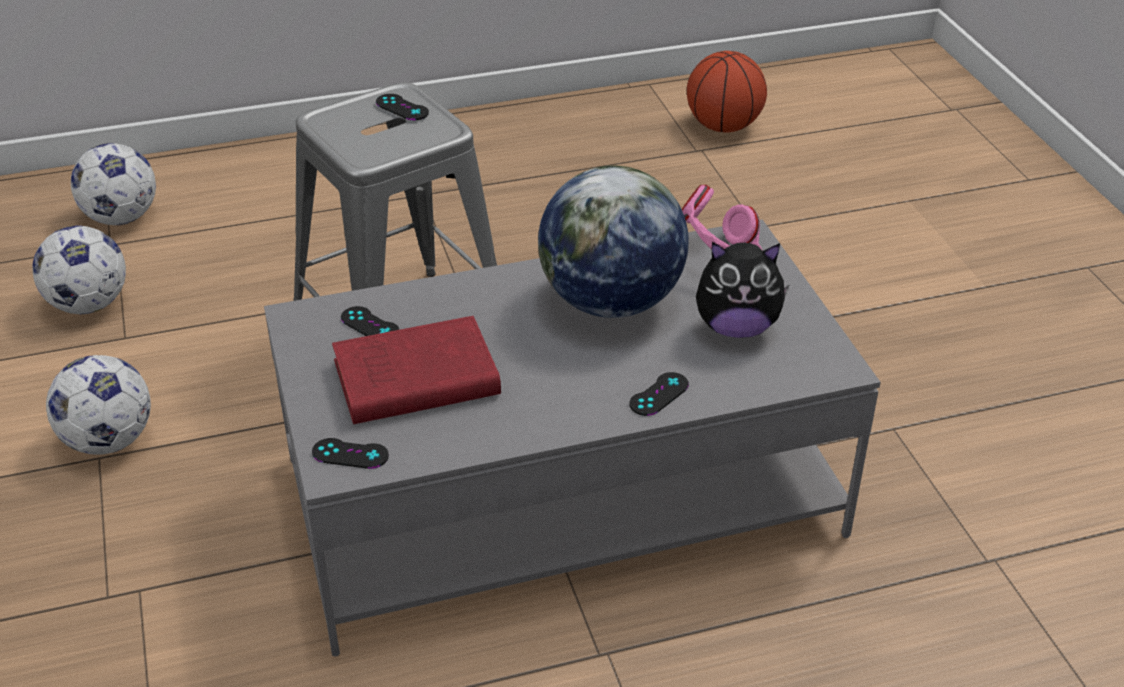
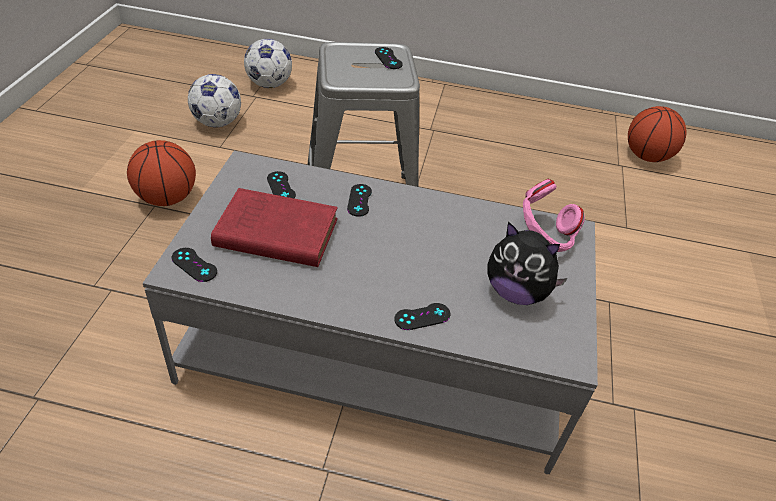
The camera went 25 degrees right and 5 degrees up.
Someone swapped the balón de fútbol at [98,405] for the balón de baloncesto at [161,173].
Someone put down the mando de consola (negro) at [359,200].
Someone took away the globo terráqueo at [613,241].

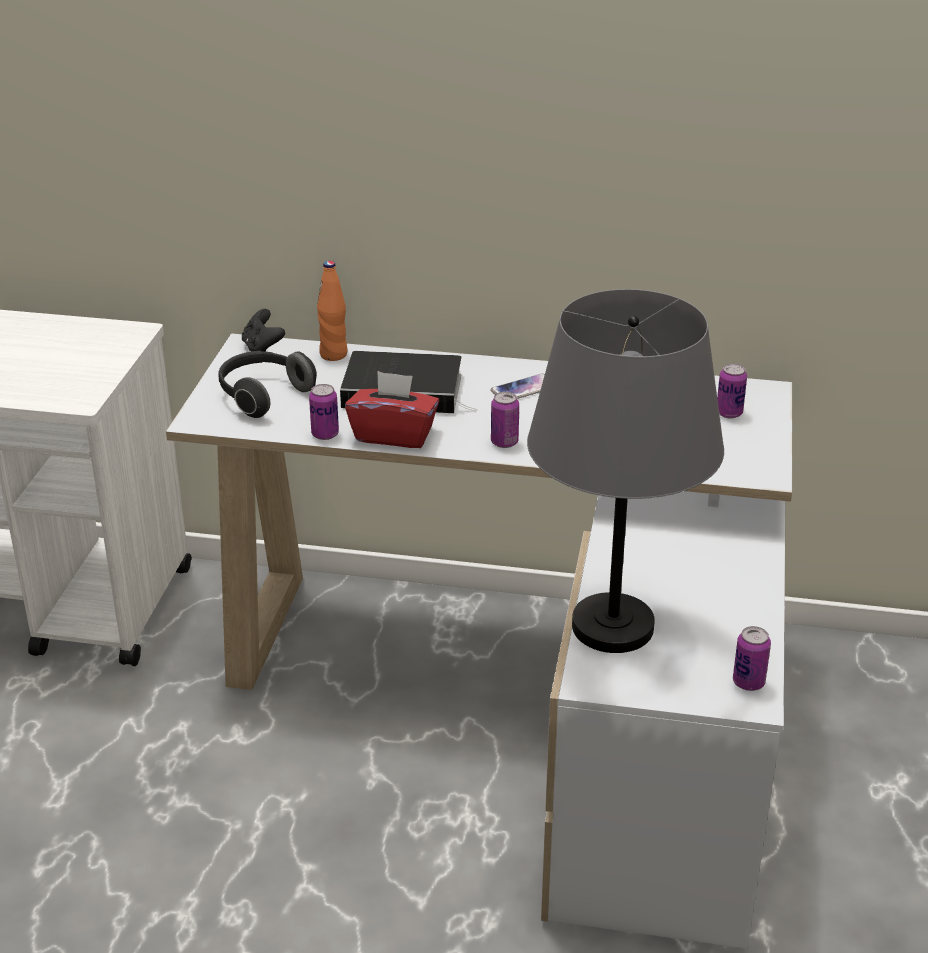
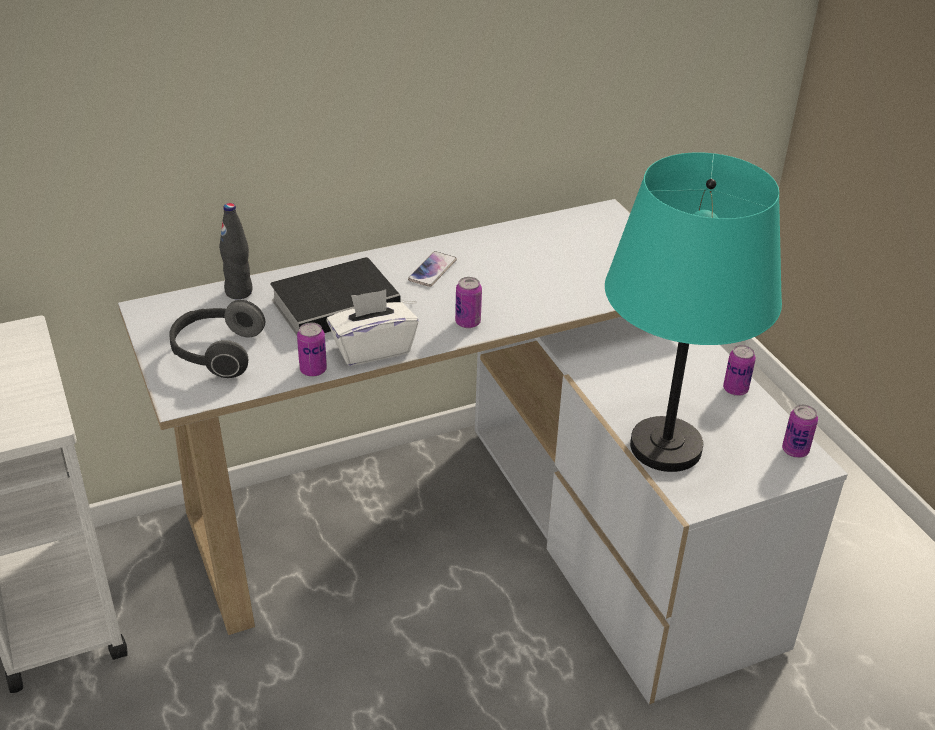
The camera went 35 degrees left and 5 degrees up.
Someone repainted the botella (naranja) at [332,311], which became the botella (negro) at [235,251].
Someone repainted the caja de pañuelos (rojo) at [392,409], which became the caja de pañuelos (blanco) at [372,328].
Someone repainted the lámpara de mesa (gris) at [625,471], which became the lámpara de mesa (turquesa) at [693,312].
Someone carried the lata from [732,391] to [739,370].
Someone took away the mando de consola (negro) at [263,330].

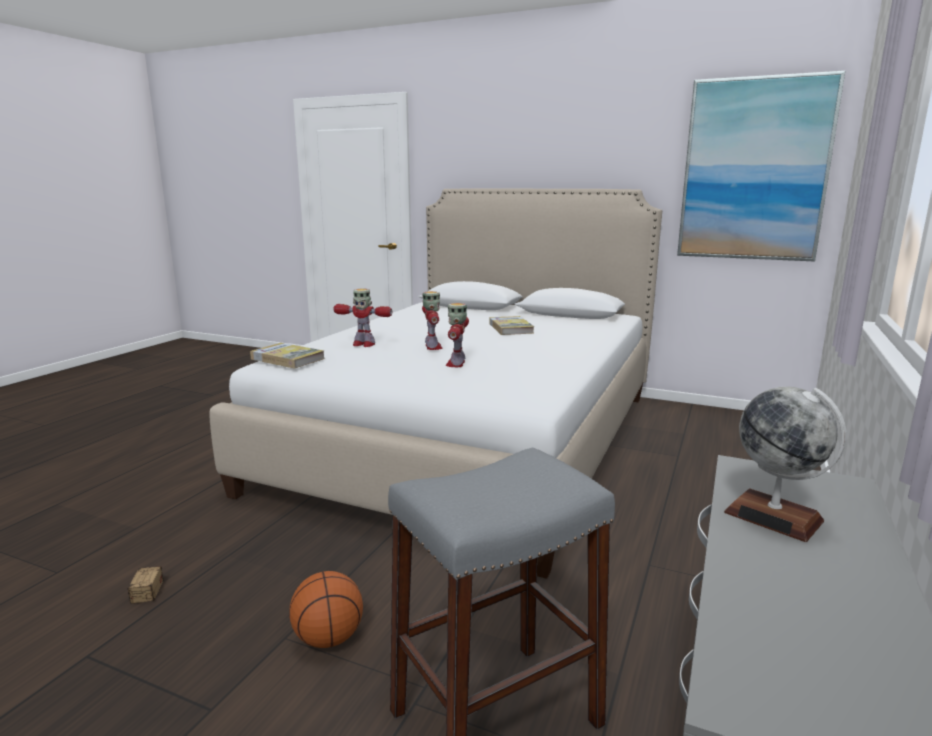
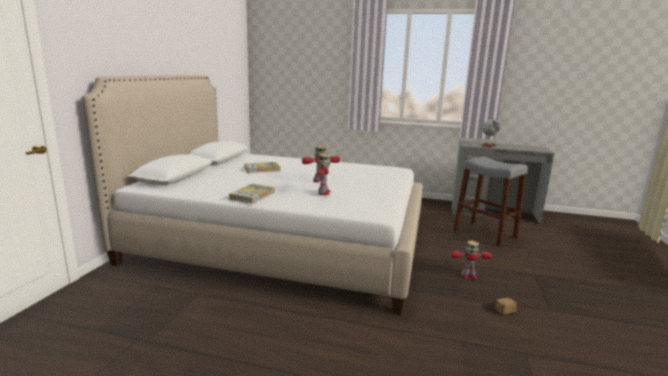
The camera went 100 degrees left and 0 degrees up.
Someone carried the libro from [287,356] to [252,194].
Someone carried the robot de juguete from [457,335] to [471,259].
Someone took away the balón de baloncesto at [326,609].
Someone took away the cuadro at [761,166].

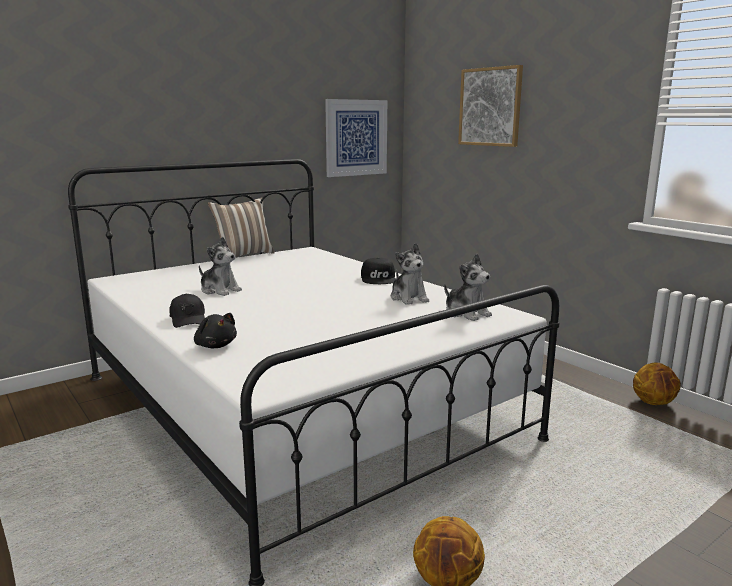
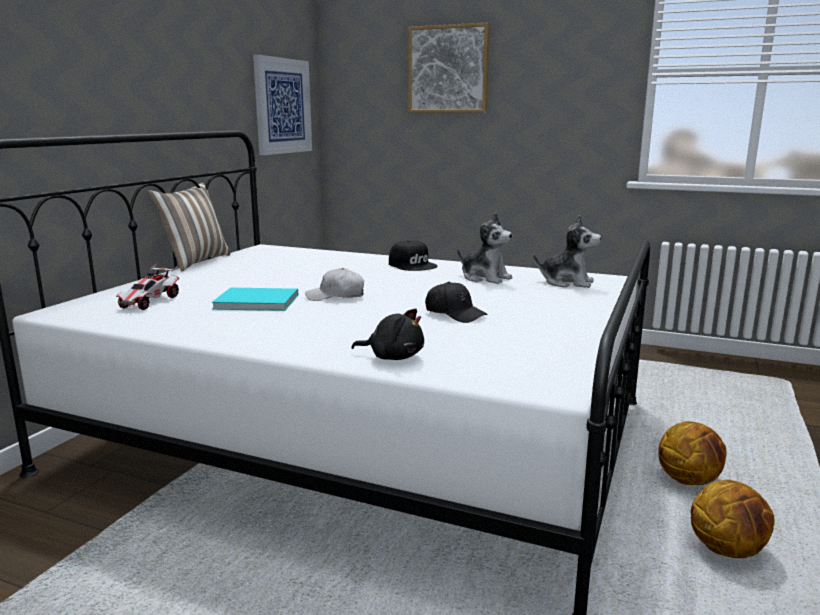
The camera went 30 degrees left and 0 degrees up.
Someone put down the coche de juguete at [147,287].
Someone swapped the peluche at [220,266] for the libro (turquesa) at [255,299].
Someone put down the gorra (blanco) at [334,284].
Someone carried the gorra (negro) from [187,310] to [456,302].
Someone carried the balón de baloncesto from [657,384] to [692,453].

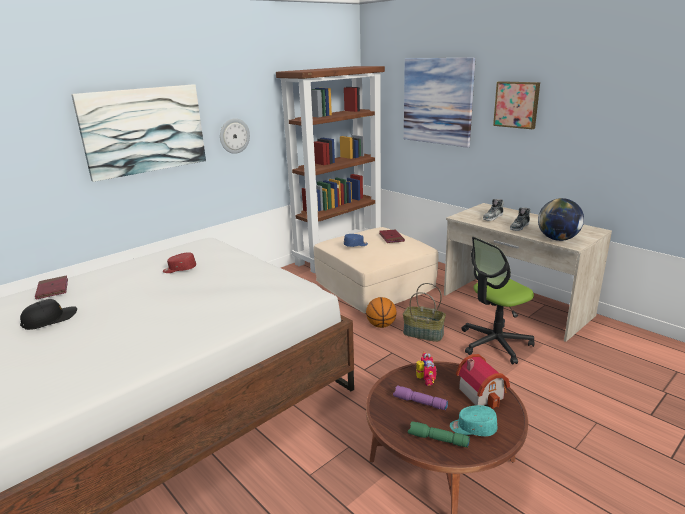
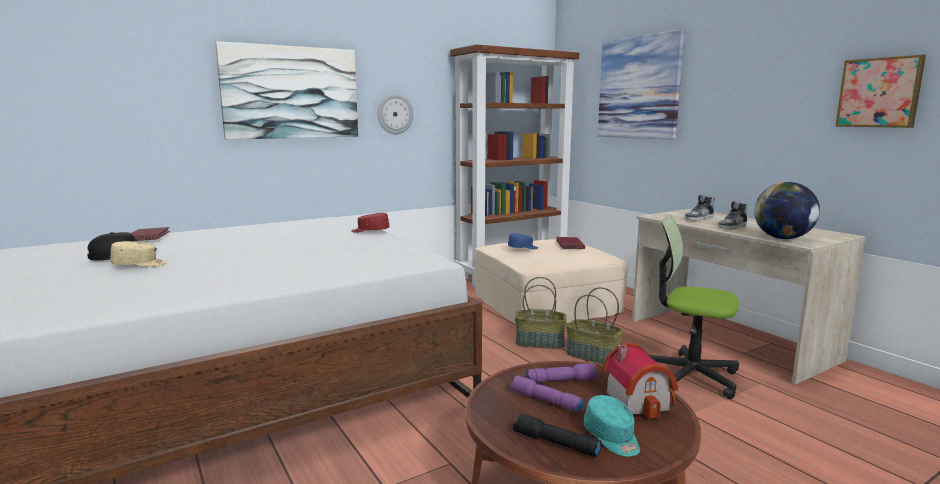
The camera went 10 degrees right and 10 degrees down.
Someone put down the gorra (beis) at [138,254].
Someone carried the gorra (rojo) from [179,262] to [370,223].
Someone repainted the linterna (verde) at [439,434], which became the linterna (negro) at [557,435].
Someone swapped the balón de baloncesto at [381,312] for the cesta at [541,313].
Someone swapped the robot de juguete at [426,369] for the linterna (morado) at [562,373].
Someone rotated the gorra (turquesa) at [473,420] by 135 degrees counterclockwise.
Someone rotated the silla de oficina at [498,300] by 45 degrees clockwise.
Someone carried the cuadro from [516,105] to [880,91].

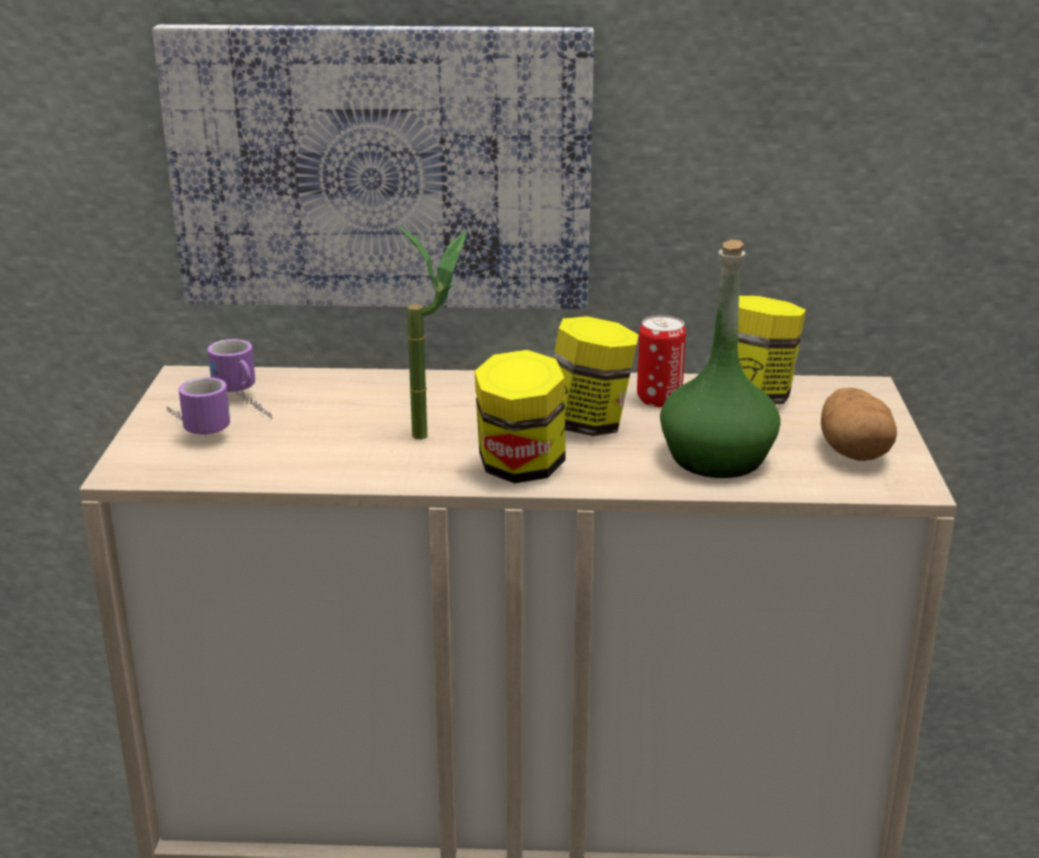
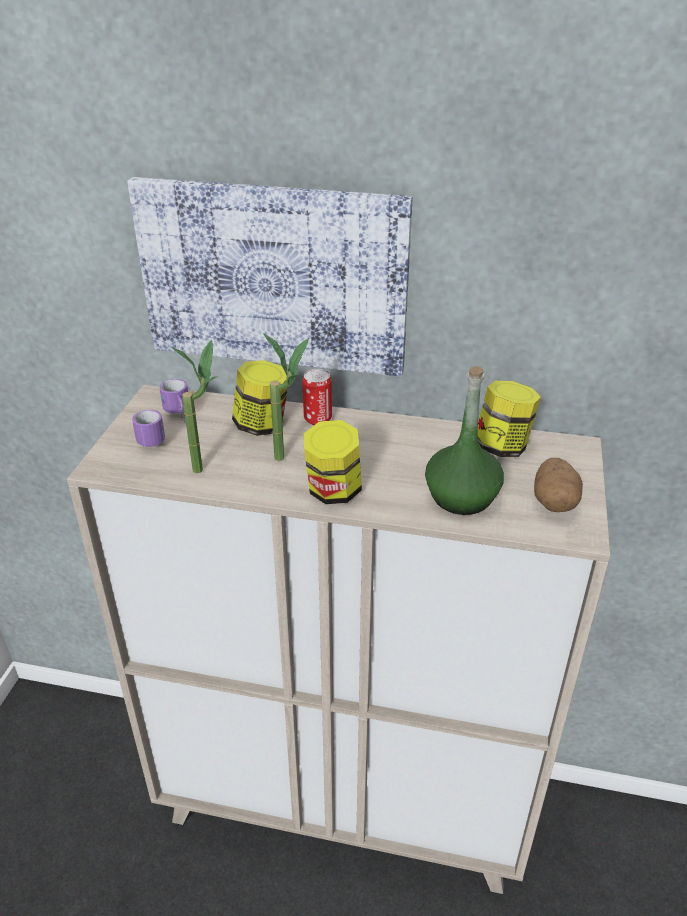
The camera went 10 degrees right and 10 degrees up.
Someone put down the planta en maceta at [194,406].
Someone carried the tarro from [596,376] to [260,398].
Someone carried the lata from [661,361] to [317,397].

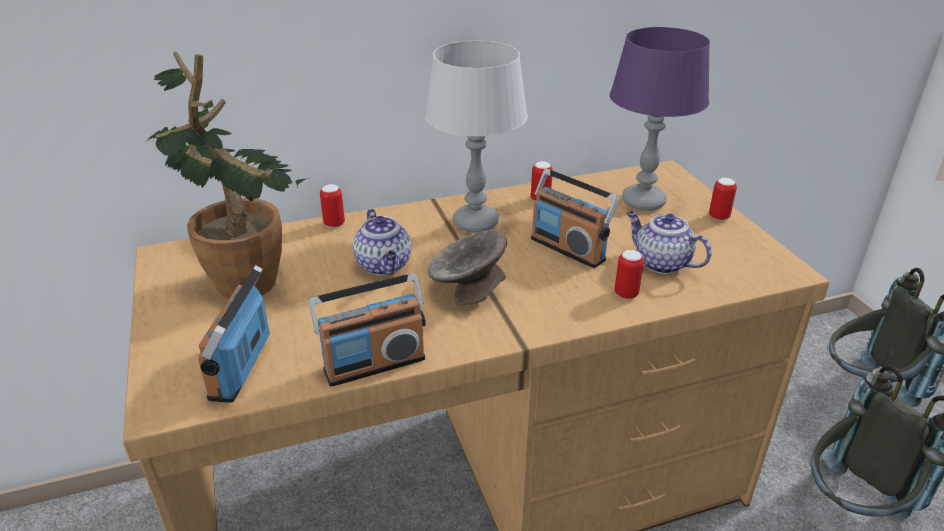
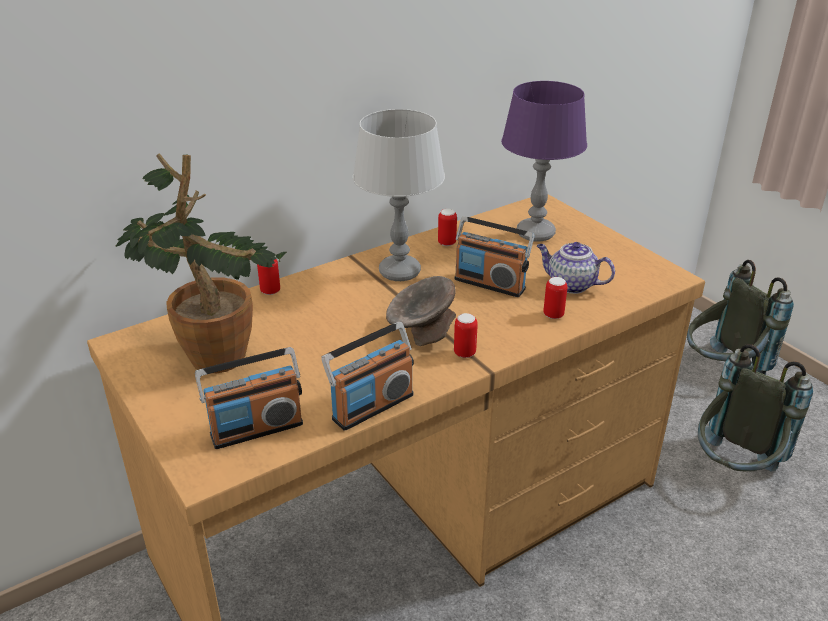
The camera went 15 degrees left and 0 degrees up.
Someone rotated the radio at [234,334] by 105 degrees counterclockwise.
Someone carried the lata from [723,199] to [466,335].
Someone took away the tetera at [382,242].

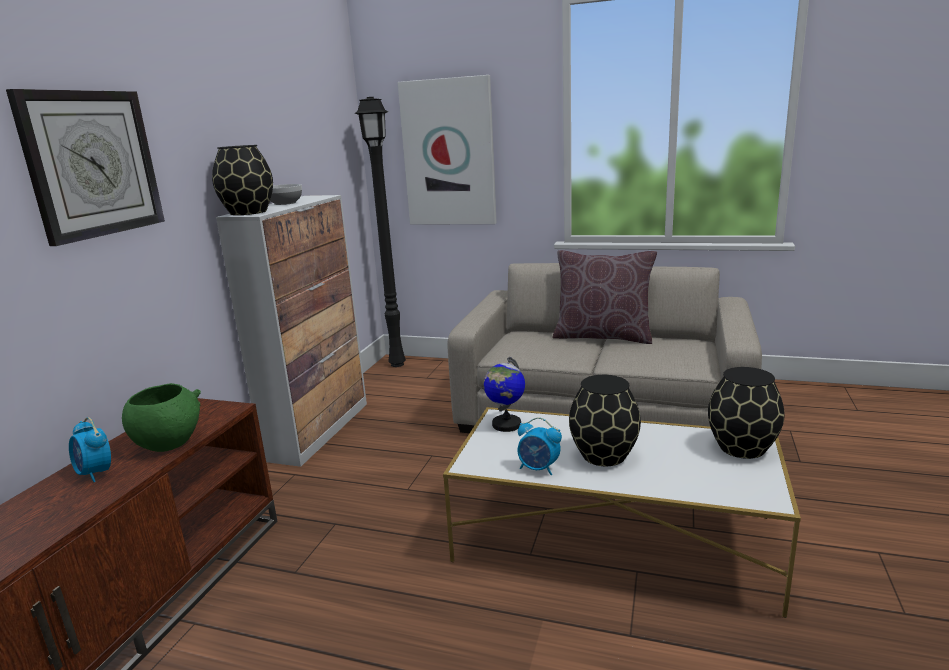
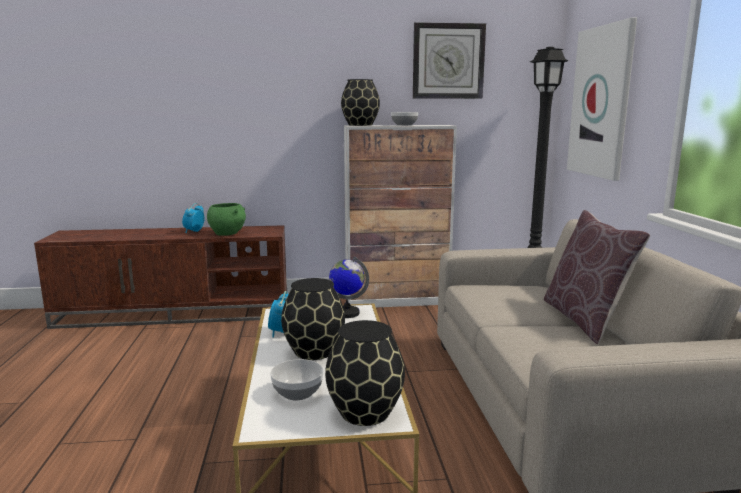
The camera went 65 degrees right and 5 degrees down.
Someone put down the cuenco at [296,379].
Someone carried the reloj de pared from [85,167] to [449,60].

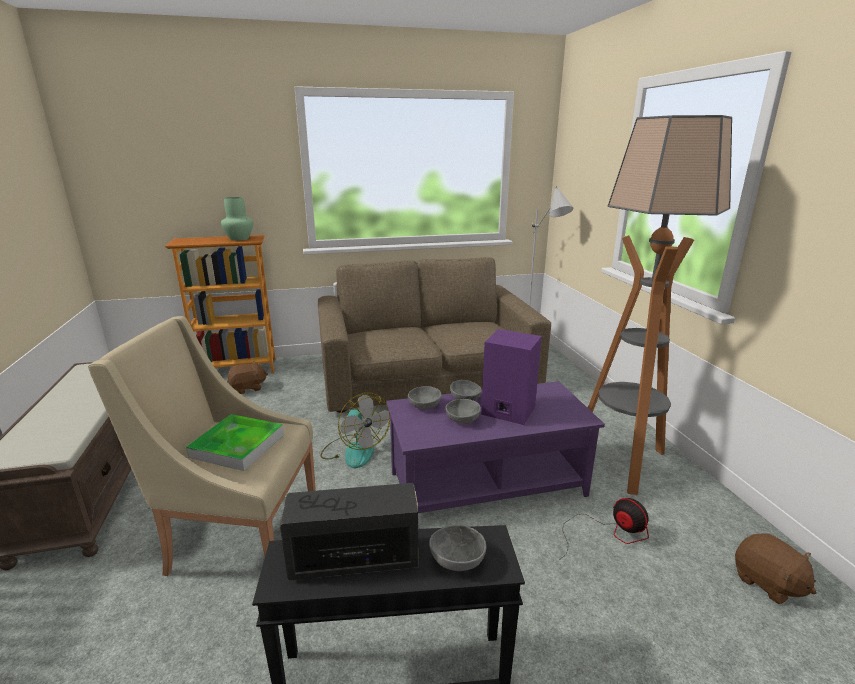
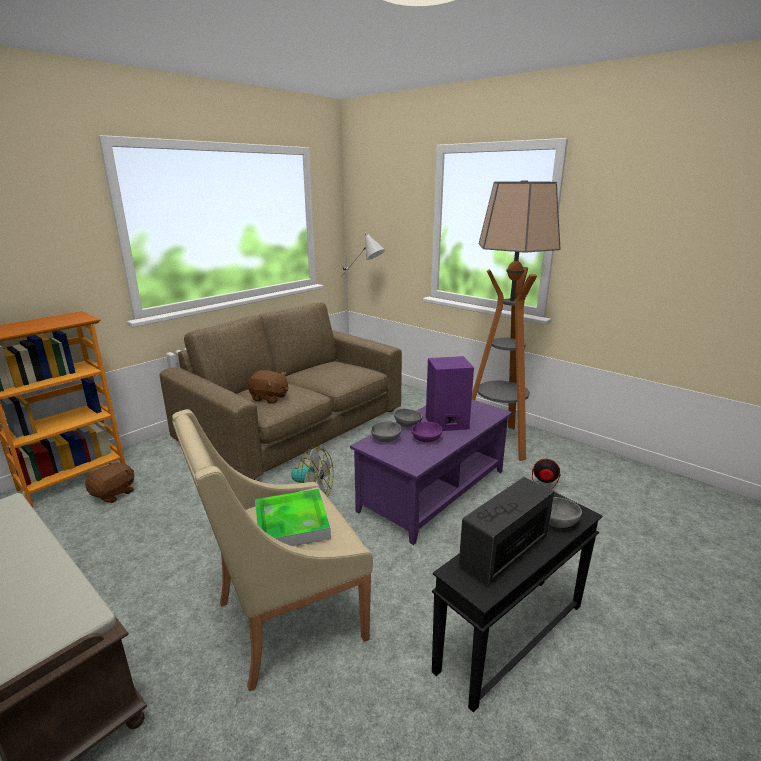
The camera went 35 degrees left and 0 degrees up.
Someone carried the peluche (marrón) from [776,569] to [268,387].
Someone repainted the cuenco (gris) at [463,411], which became the cuenco (morado) at [427,432].
Someone took away the florero (verde) at [237,219].

